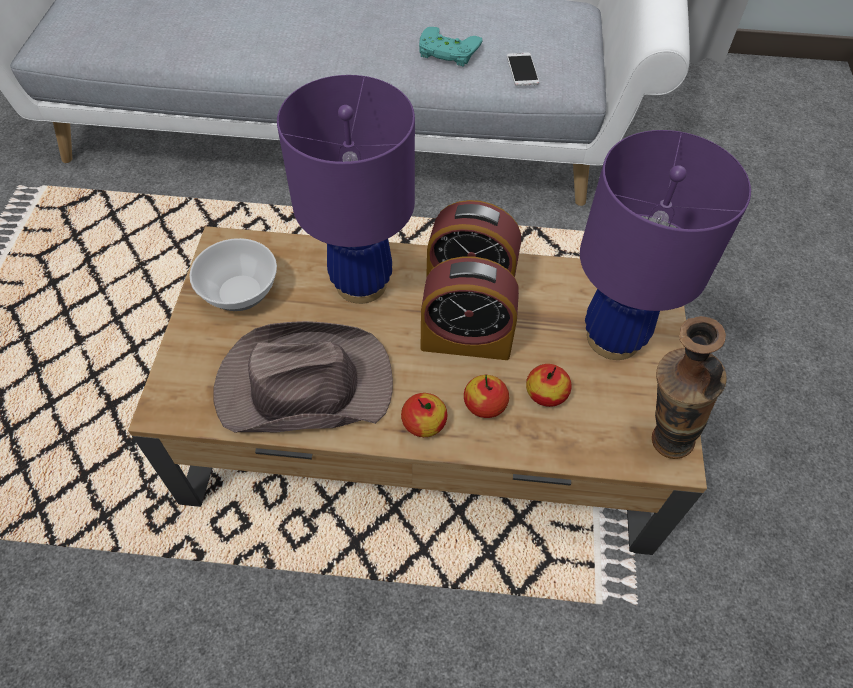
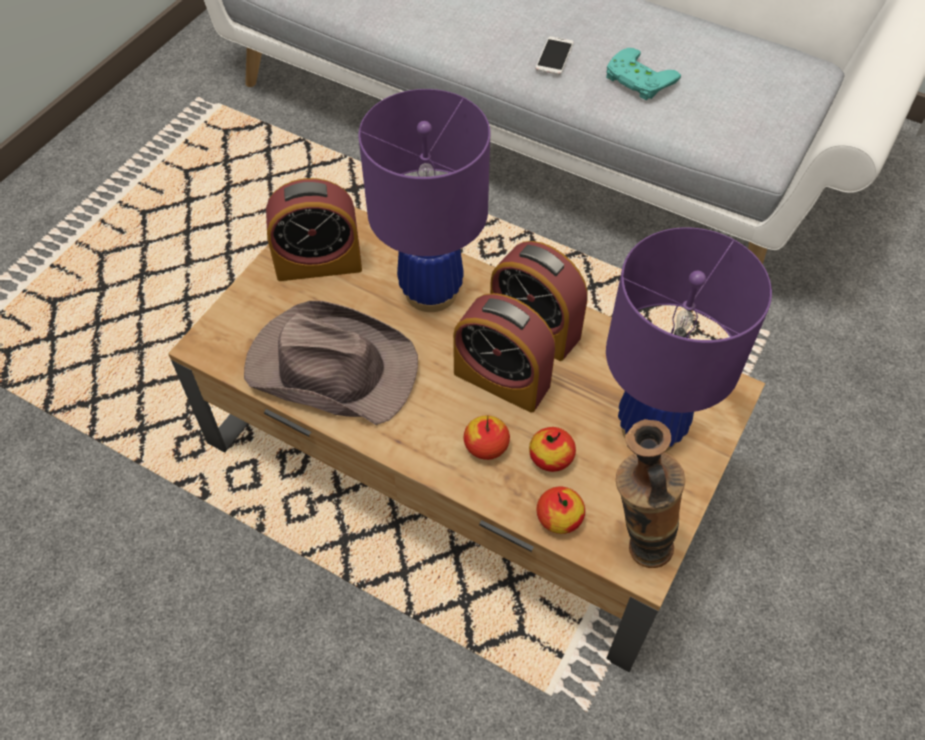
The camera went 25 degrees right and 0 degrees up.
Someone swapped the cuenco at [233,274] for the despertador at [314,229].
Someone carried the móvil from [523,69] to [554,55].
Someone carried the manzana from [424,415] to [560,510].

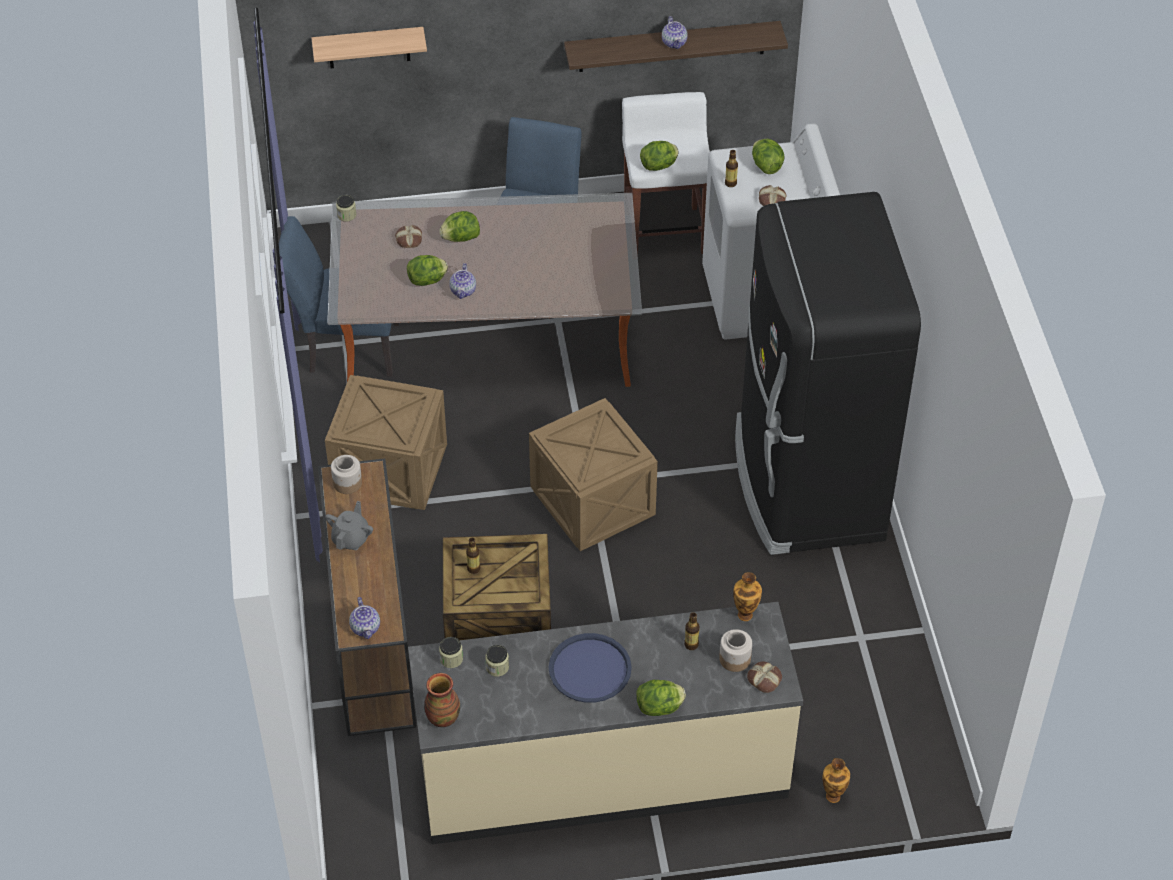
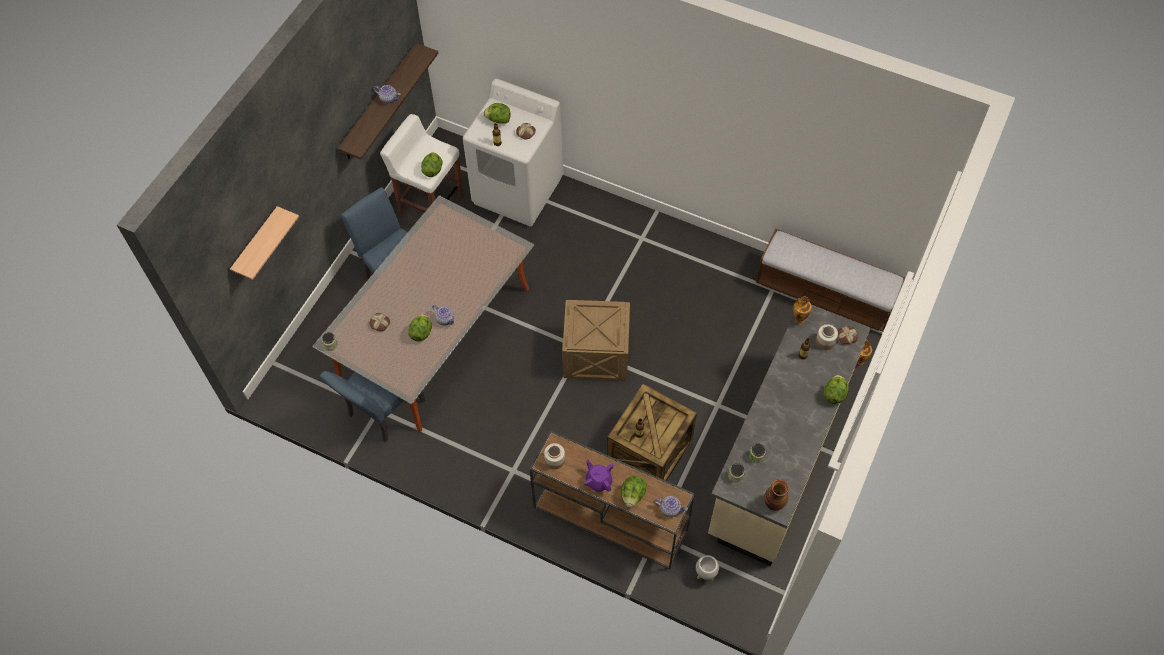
The camera went 55 degrees left and 10 degrees up.
Someone repainted the tetera (gris) at [349,525], which became the tetera (morado) at [598,476].
Someone carried the lechuga from [459,226] to [634,492].
Someone put down the maceta (blanco) at [707,568].
Someone put down the banco at [830,280].
Someone took away the caja de embalaje at [386,442].
Someone took away the bandeja (azul) at [590,668].
Someone took away the nevera (negro) at [828,373].

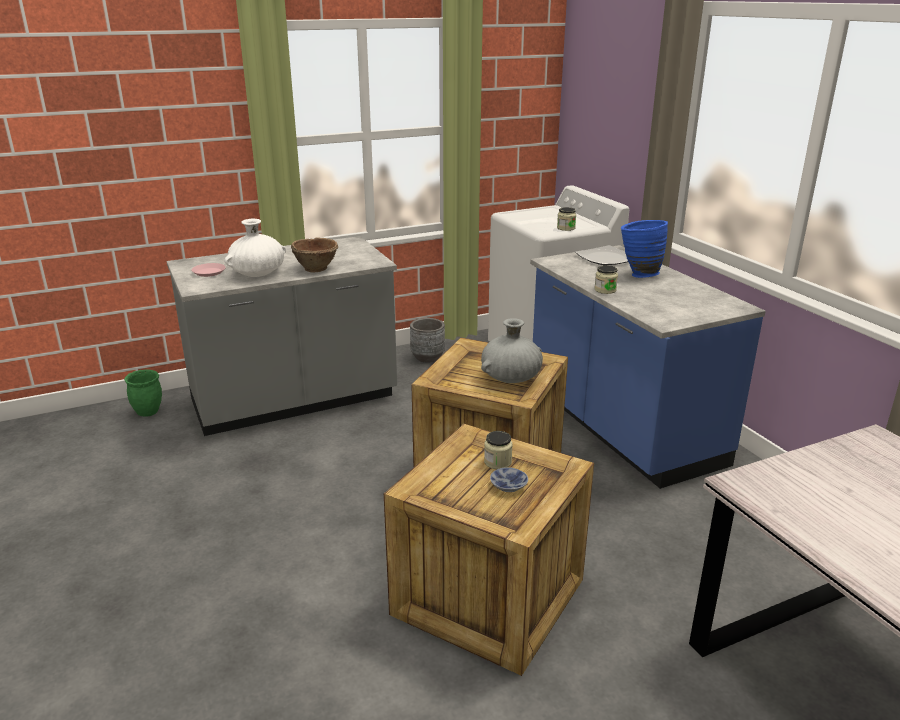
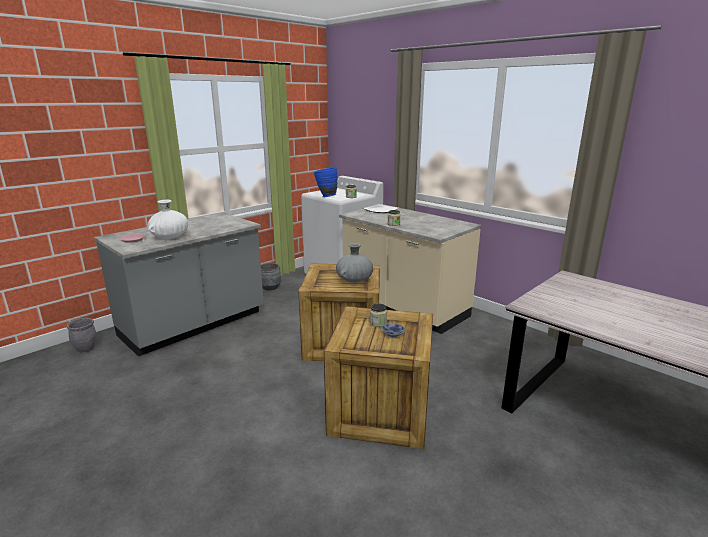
The camera went 20 degrees left and 5 degrees down.
Someone repainted the maceta (verde) at [143,393], which became the maceta (gris) at [81,335].
Someone carried the florero (azul) from [644,249] to [326,182].
Someone repainted the mueble bajo de cocina (azul) at [648,367], which became the mueble bajo de cocina (beis) at [410,269].
Someone took away the cuenco (marrón) at [314,254].

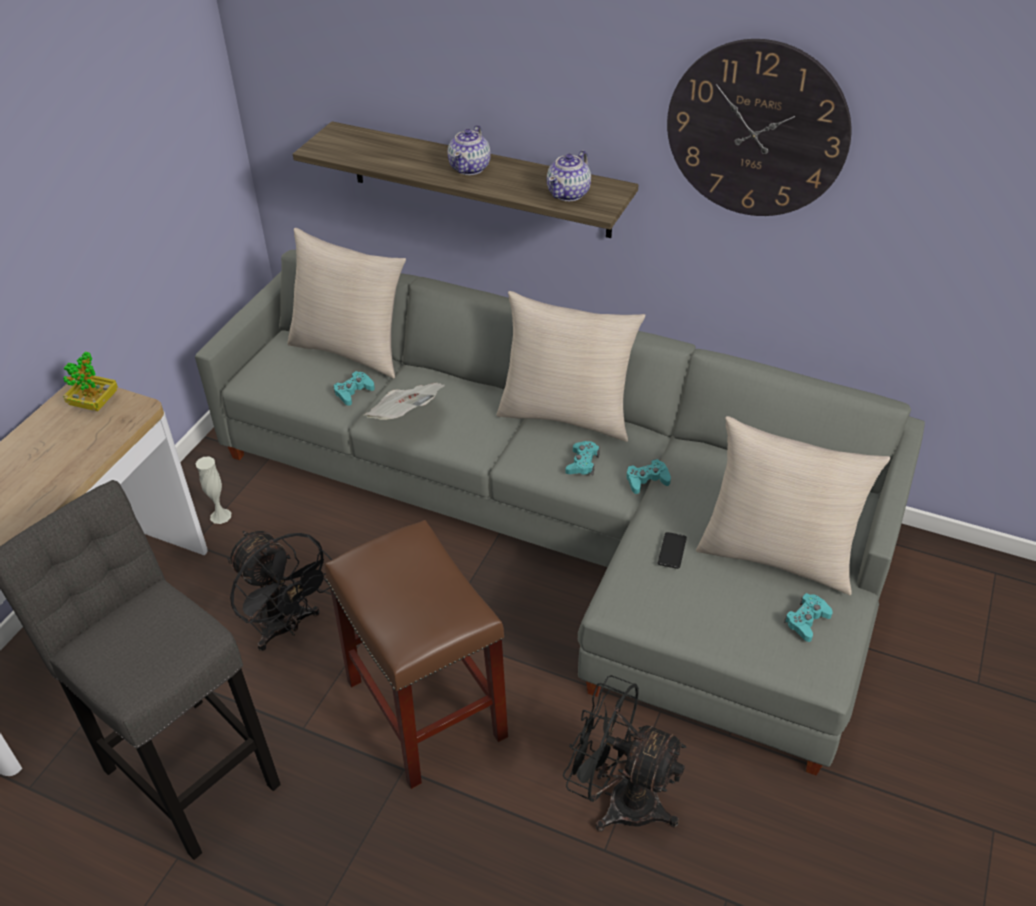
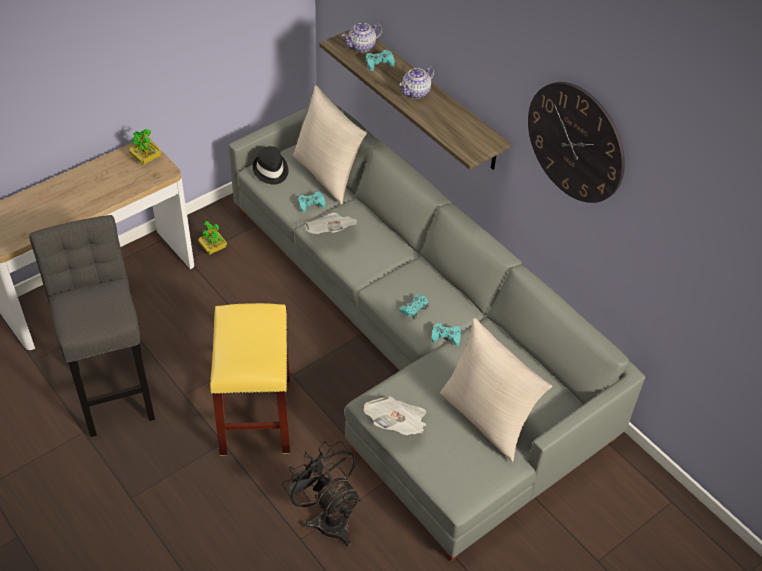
The camera went 25 degrees right and 5 degrees up.
Someone swapped the florero (blanco) at [213,490] for the planta en maceta at [212,238].
Someone repainted the taburete (marrón) at [416,654], which became the taburete (amarillo) at [250,379].
Someone put down the sombrero (negro) at [271,165].
Someone carried the tetera from [569,175] to [362,37].
Someone put down the periódico at [395,416].
Someone carried the mando de consola (turquesa) from [808,617] to [380,60].
Someone took away the ventilador (negro) at [279,591].
Someone took away the cojín (beis) at [571,366].
Someone took away the móvil at [672,550].

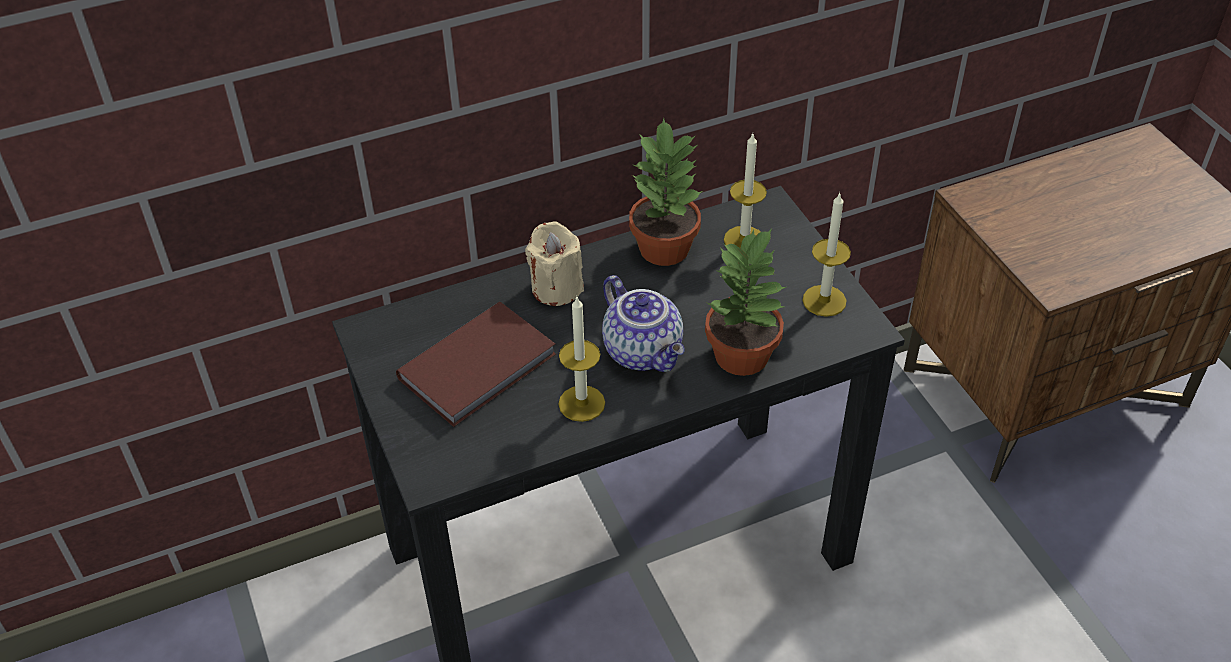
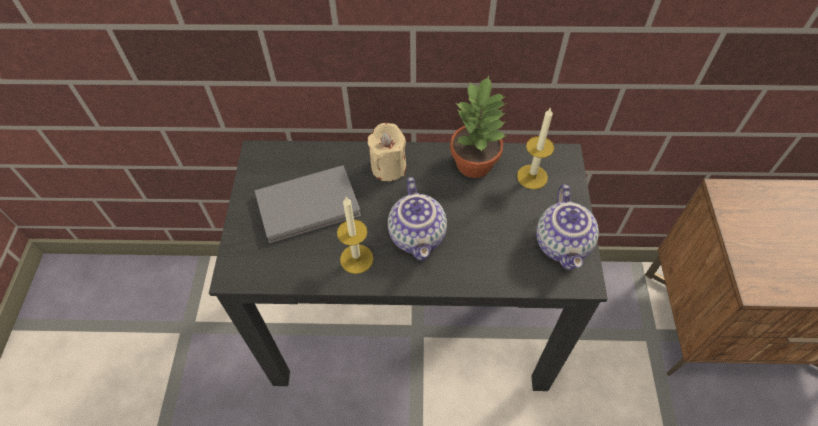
The camera went 25 degrees right and 10 degrees up.
Someone repainted the libro (marrón) at [476,364], which became the libro (gris) at [307,204].
Someone swapped the vela at [827,254] for the tetera at [567,227].
Someone took away the planta en maceta at [745,302].

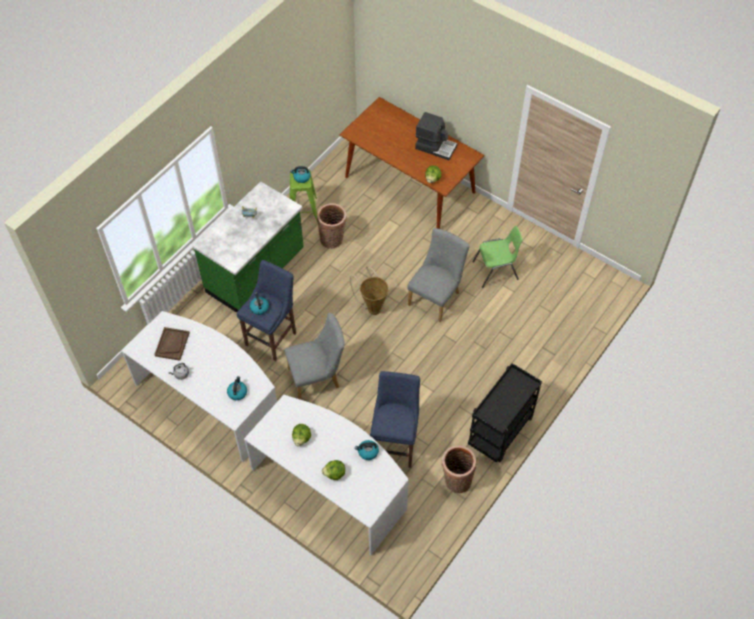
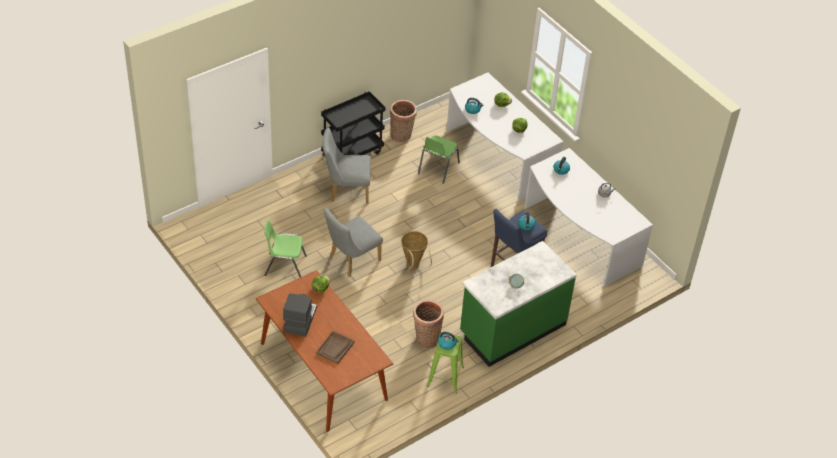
The camera went 165 degrees left and 10 degrees down.
Someone rotated the cafetera at [436,136] by 60 degrees clockwise.
Someone carried the bandeja (marrón) from [172,344] to [335,347].
Someone carried the silla (gris) from [314,356] to [347,166].
Someone swapped the taburete (azul) at [395,419] for the silla (verde) at [439,159].

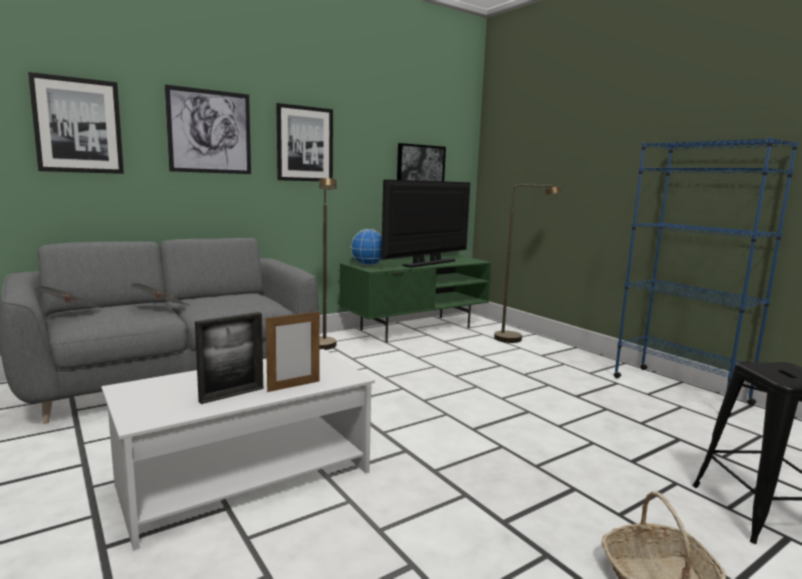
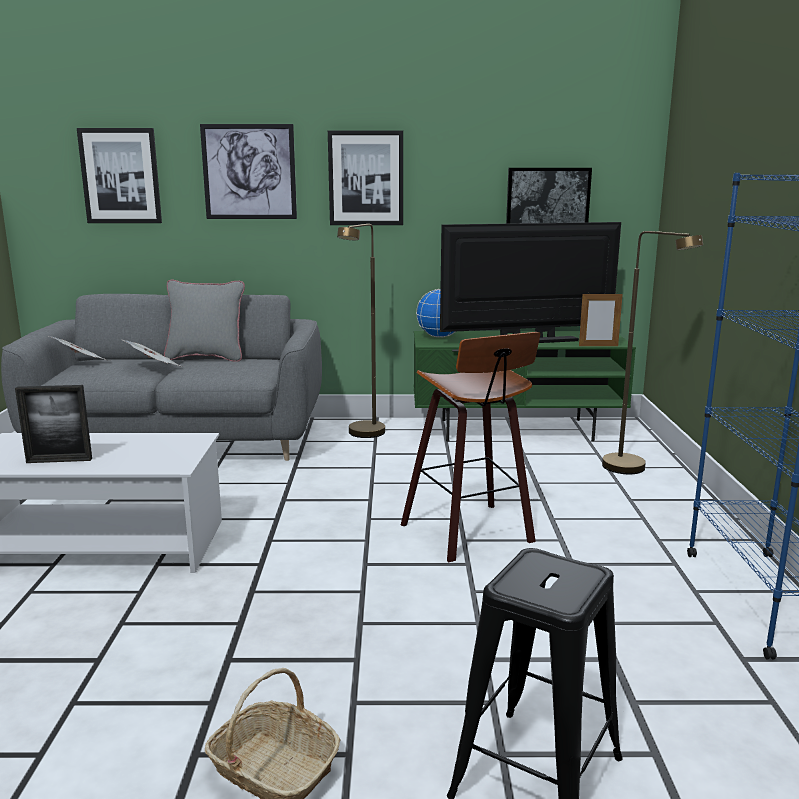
The camera went 35 degrees right and 5 degrees up.
Someone put down the cojín (gris) at [204,321].
Someone put down the taburete at [470,447].
Someone carried the portarretratos from [293,351] to [601,319].

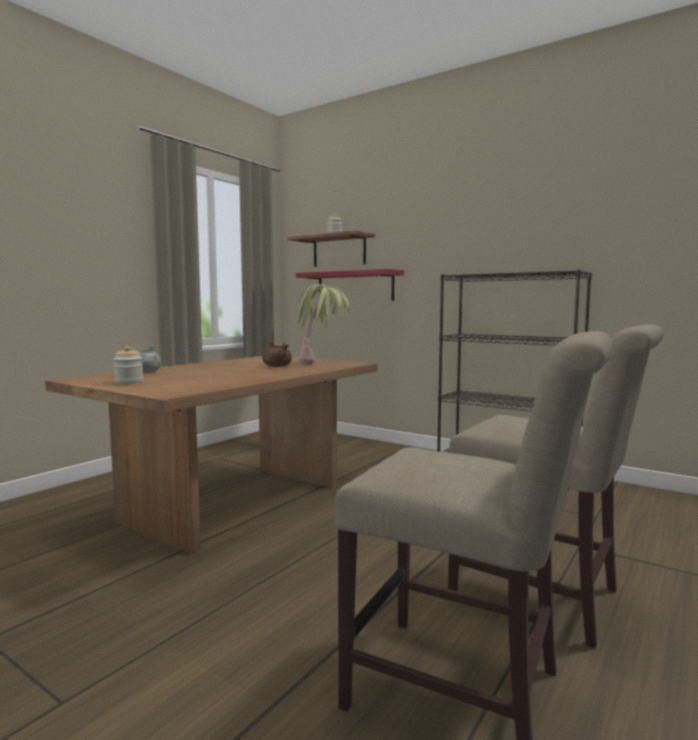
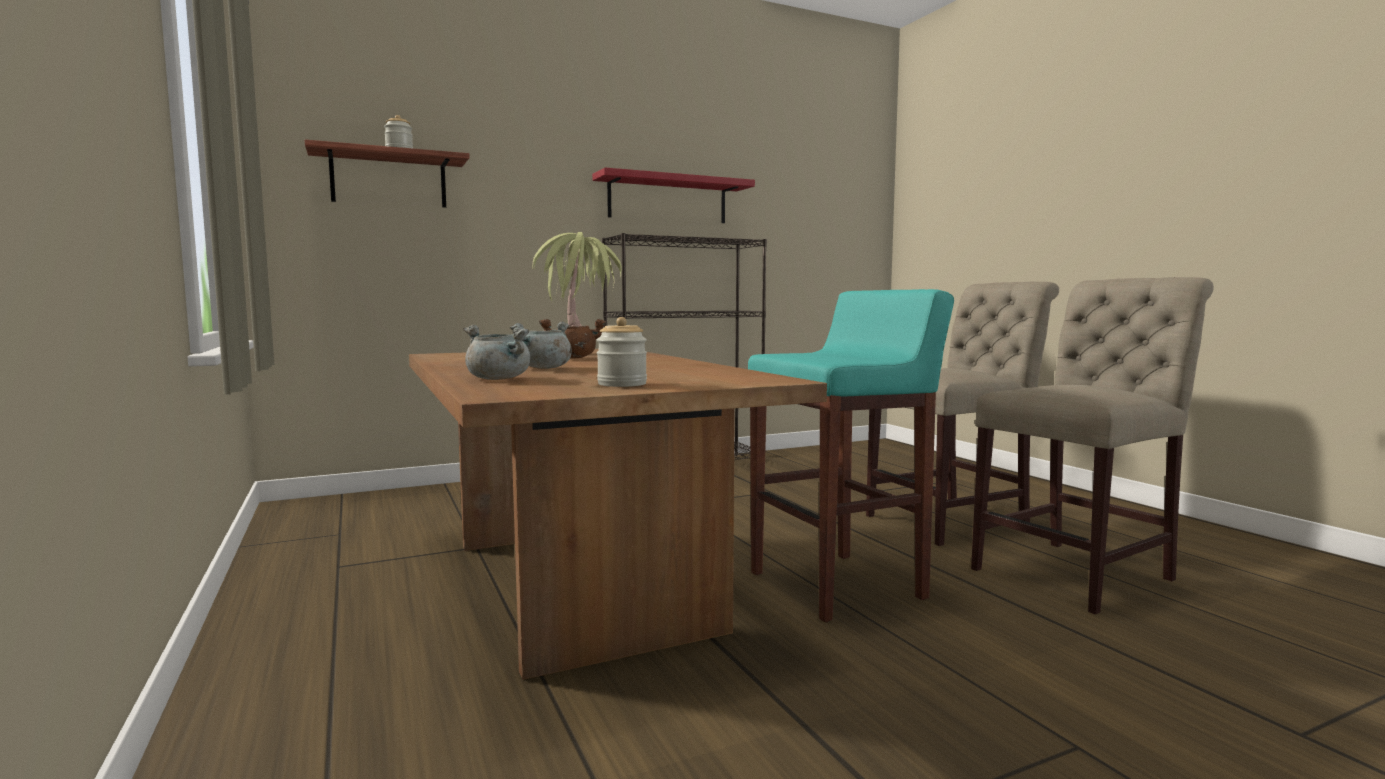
The camera went 60 degrees left and 0 degrees up.
Someone put down the olla (gris) at [541,345].
Someone carried the estante (rojo) from [350,285] to [673,195].
Someone put down the taburete (turquesa) at [851,455].

